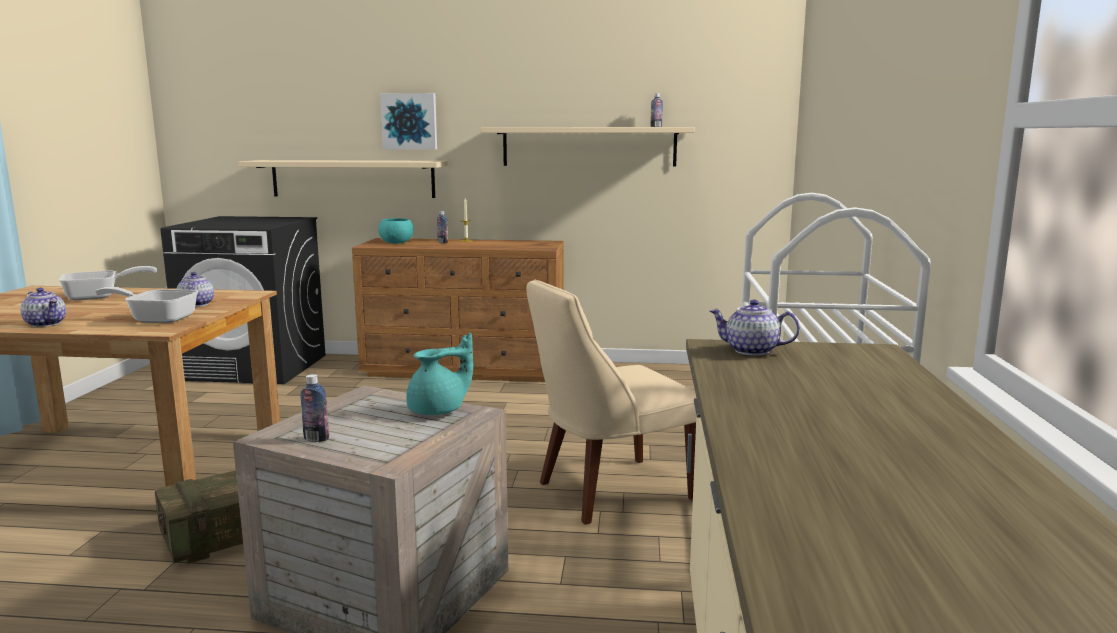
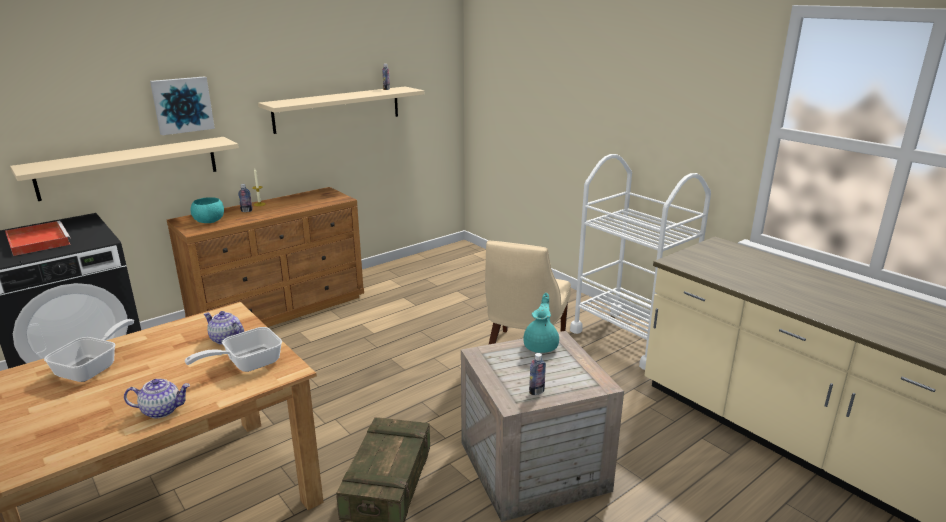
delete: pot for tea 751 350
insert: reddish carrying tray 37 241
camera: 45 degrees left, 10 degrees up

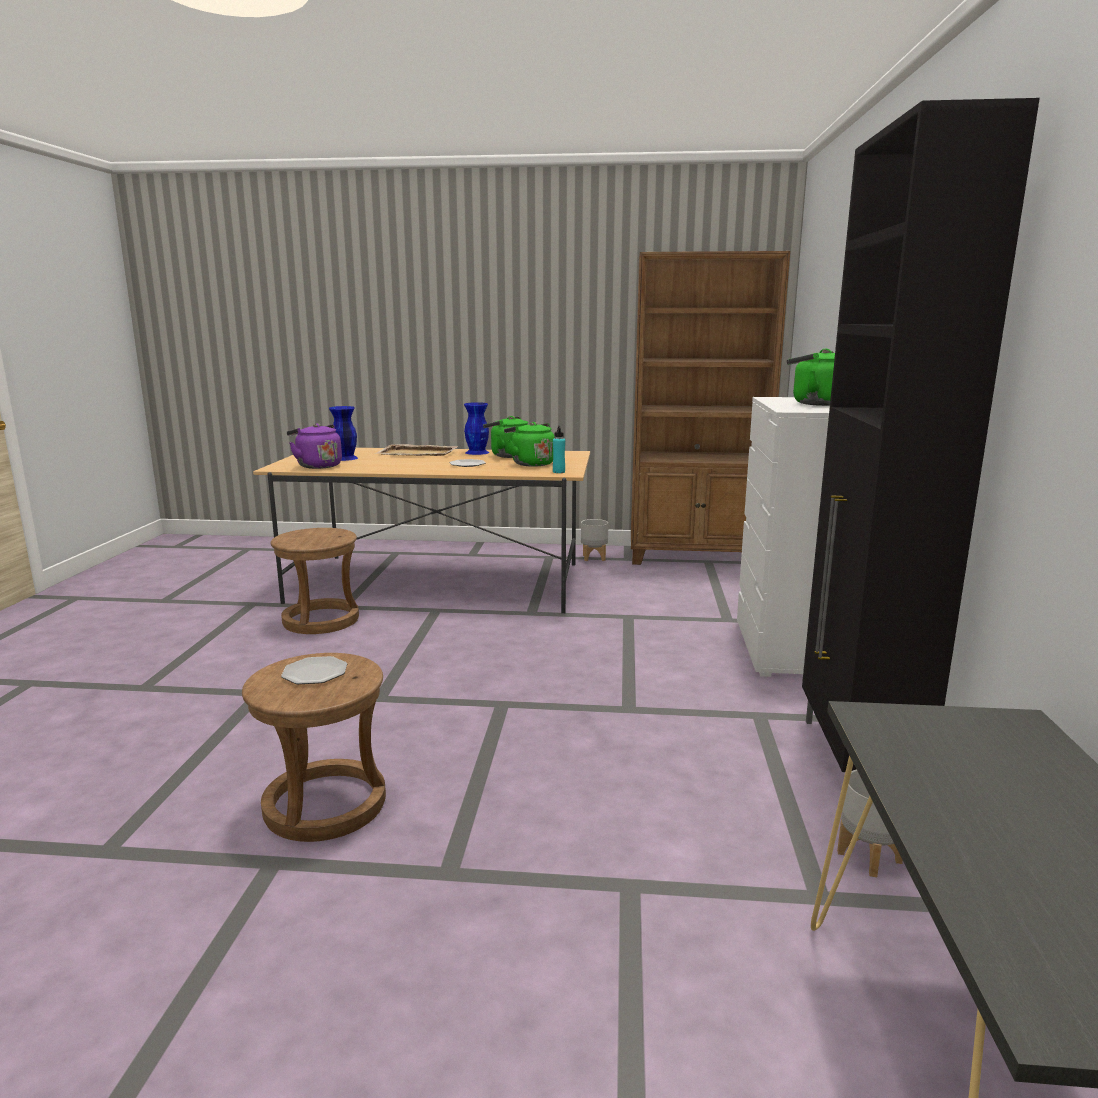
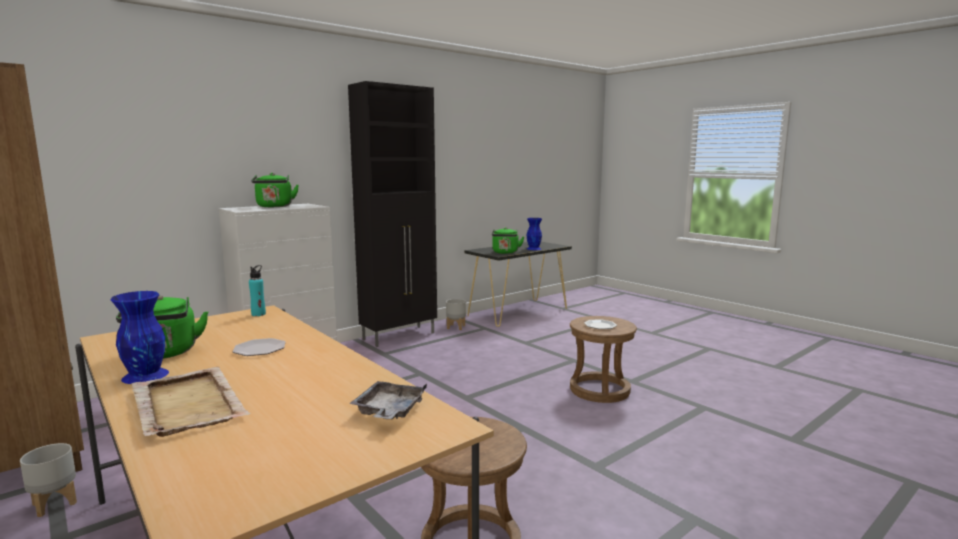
move: green-coloured kettle 531 463 to 505 253; blue vase 344 458 to 534 248
replace: purple-coloured kettle 317 466 to gray carrying tray 389 411
camera: 135 degrees left, 5 degrees down

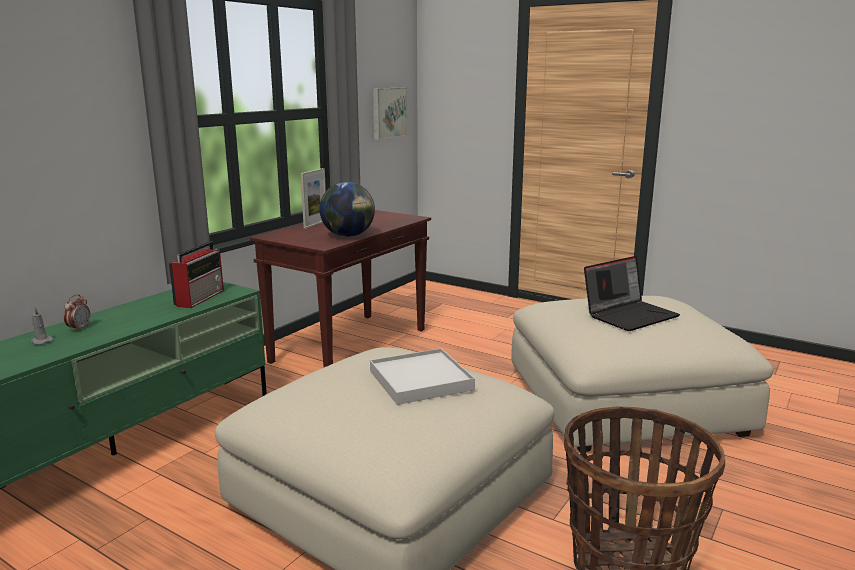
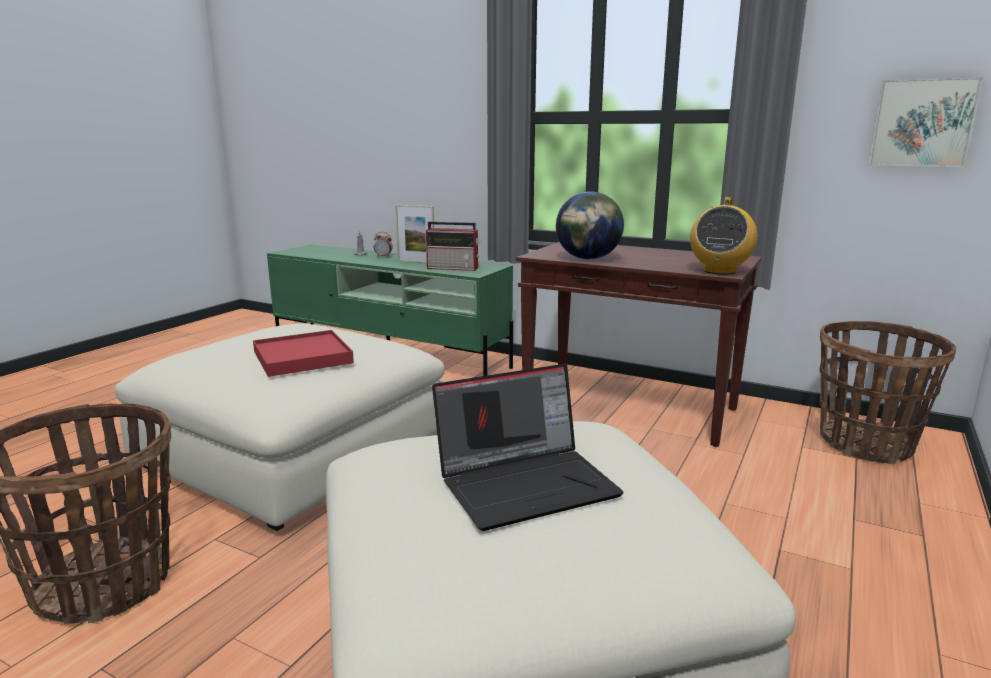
insert: radio 719 271; storage basket 866 444
move: picture frame 315 224 to 416 262
recolor: whitish carrying tray 420 380 to reddish carrying tray 303 357
rotate: laptop 630 315 = 527 483 75 degrees counterclockwise
camera: 85 degrees right, 0 degrees up

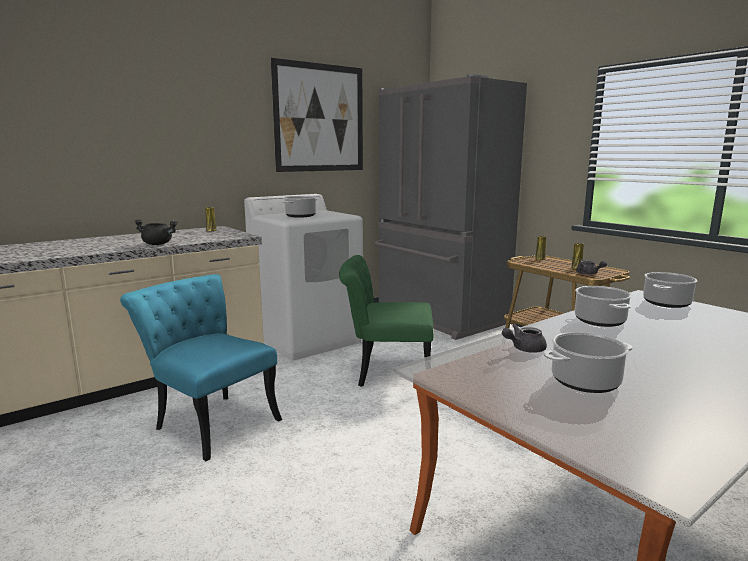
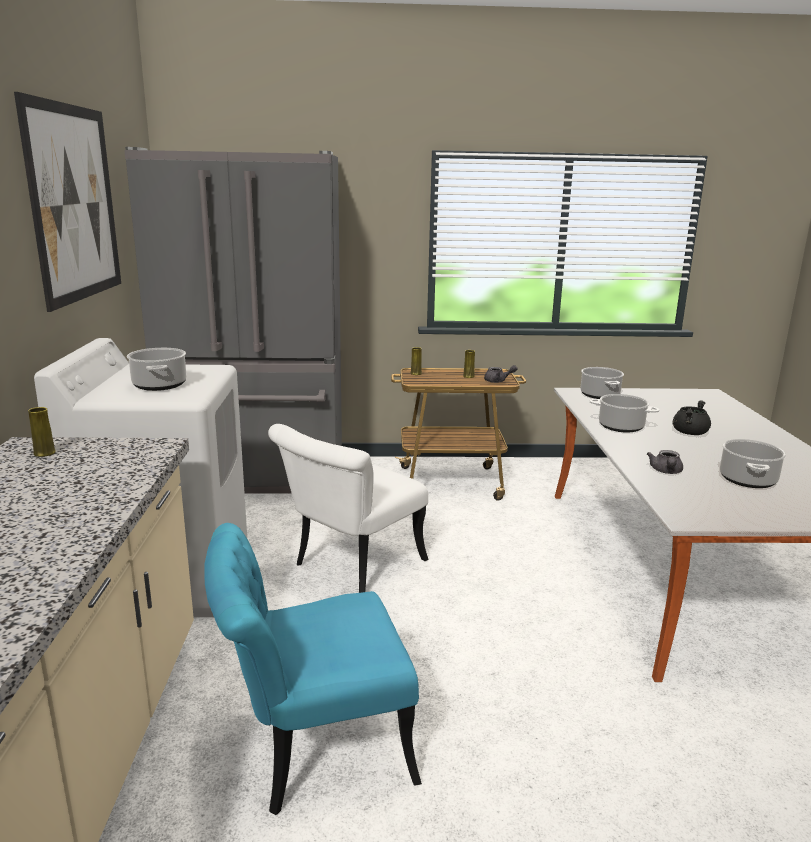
move: blackish stockpot 158 244 to 689 432
recolor: green-coloured upright chair 386 372 to whitish upright chair 351 567
camera: 55 degrees left, 5 degrees up

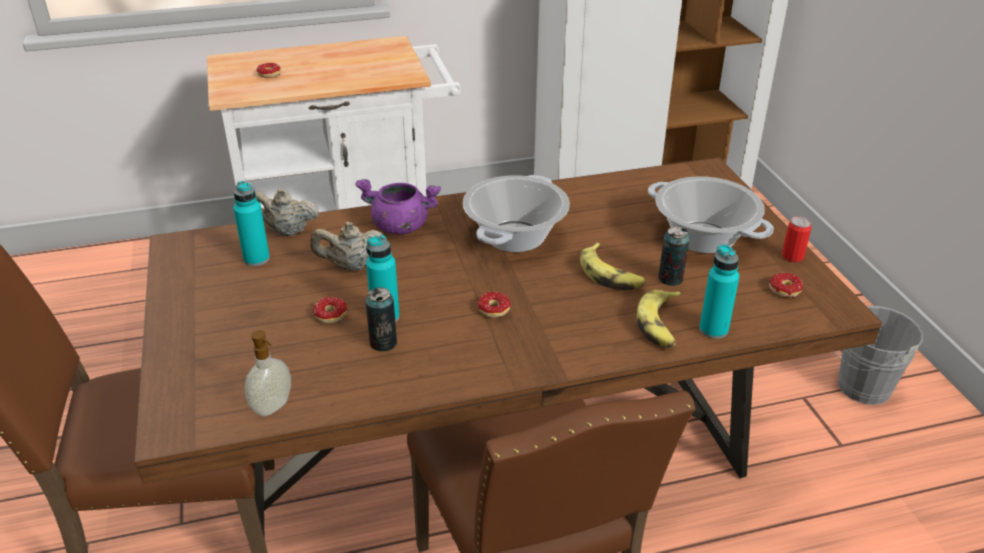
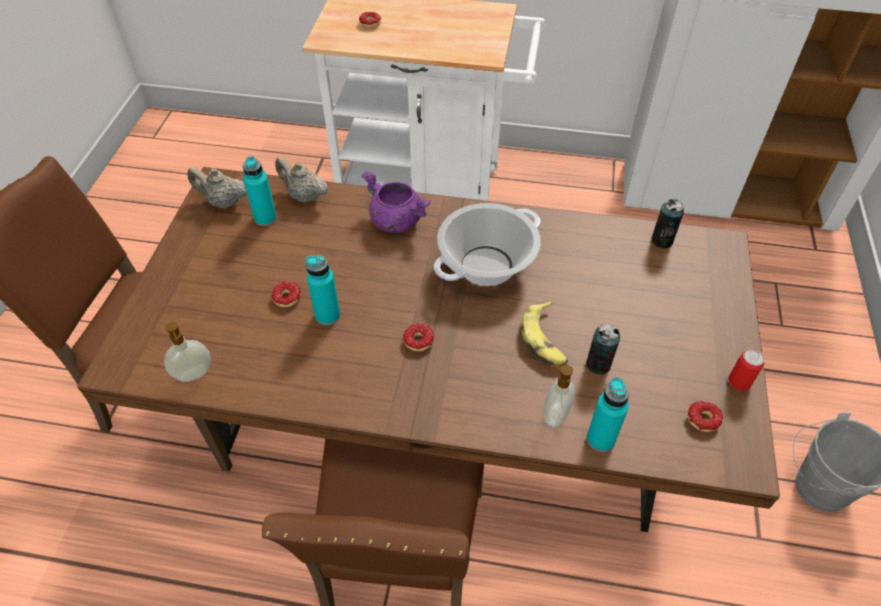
delete: stockpot 703 238
move: beige-coloured pot for tea 351 266 to 223 202; metal can 383 343 to 662 240
replace: banana fruit 660 325 to soap dispenser 554 415
camera: 25 degrees right, 15 degrees up

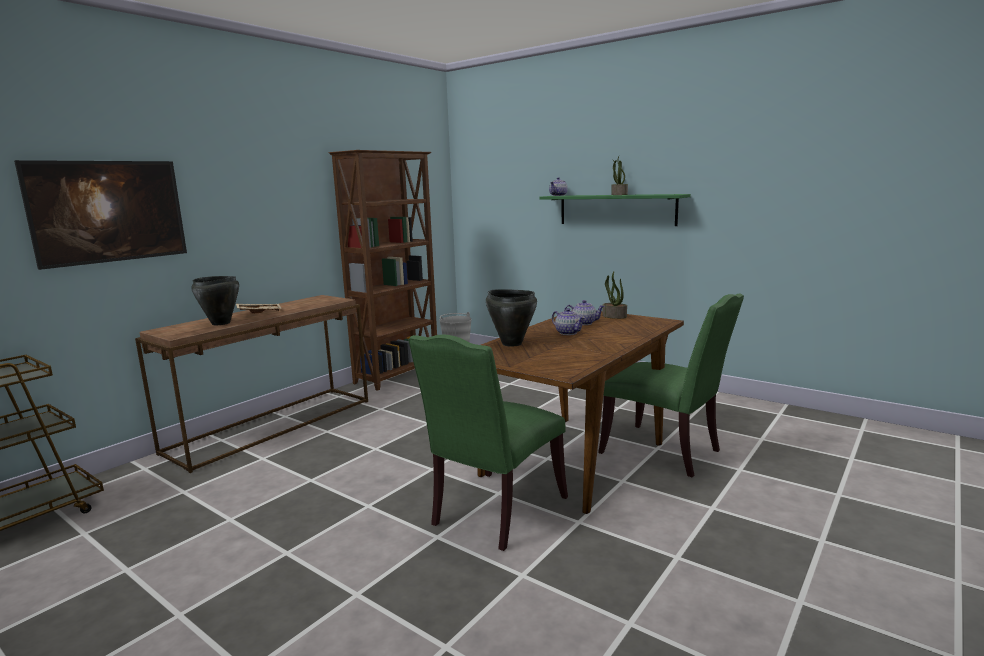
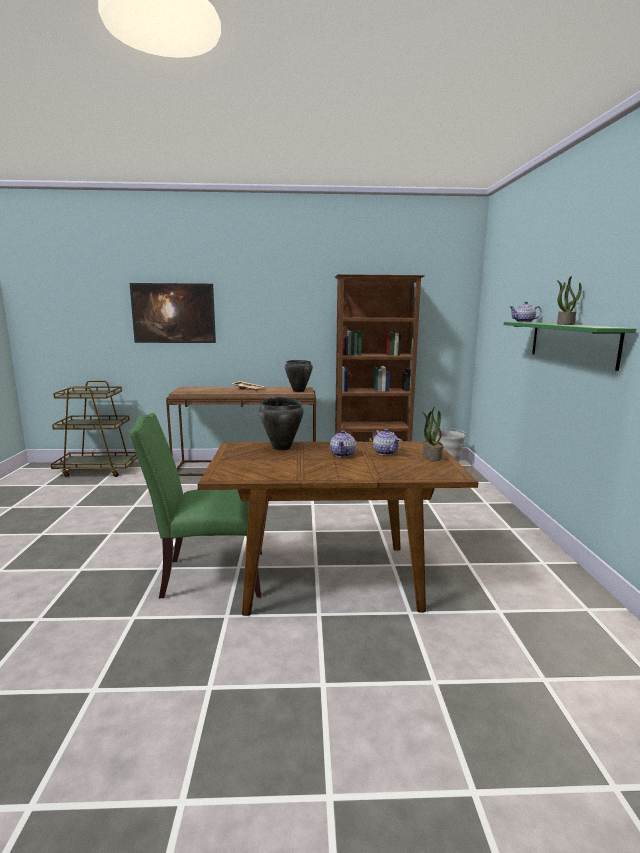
delete: green-coloured upright chair 665 452
move: blackish stockpot 221 323 to 298 391
camera: 50 degrees right, 0 degrees up

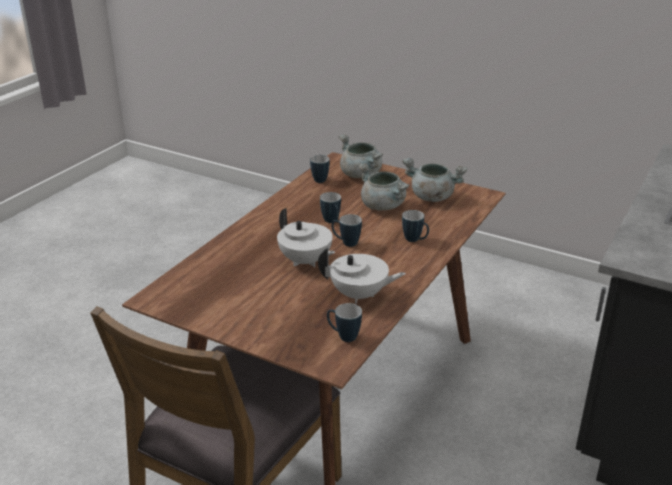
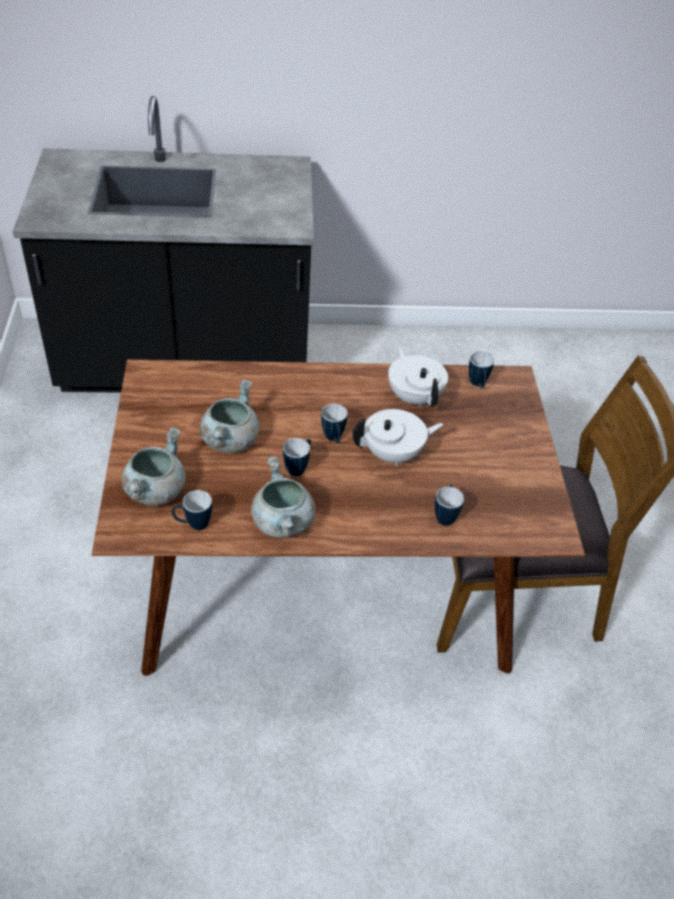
move: gray stockpot 431 197 to 283 523; tea mug 415 240 to 445 516
rotate: whitish pot for tea 305 261 = 393 454 60 degrees clockwise
camera: 125 degrees left, 15 degrees up

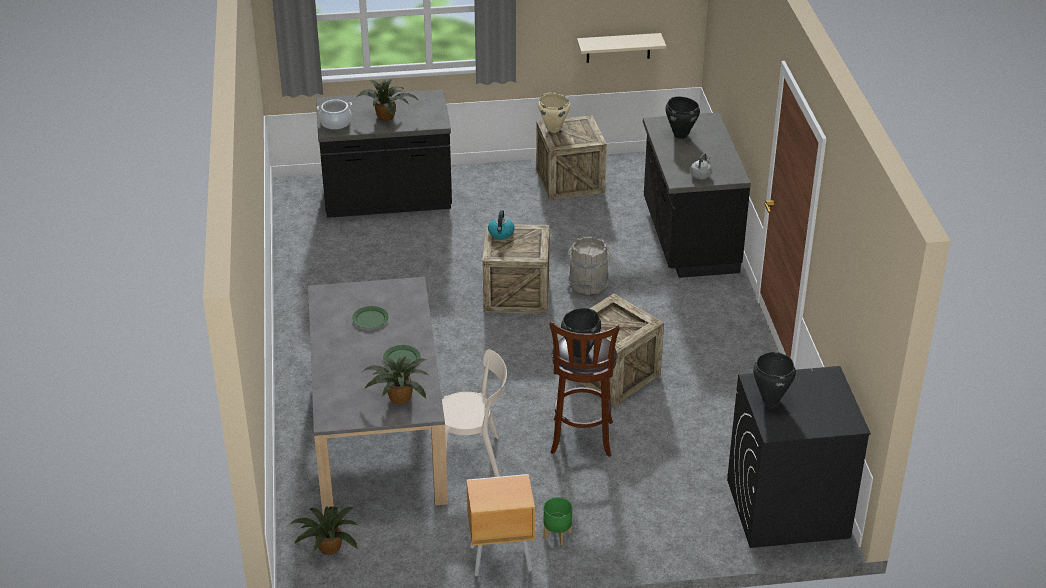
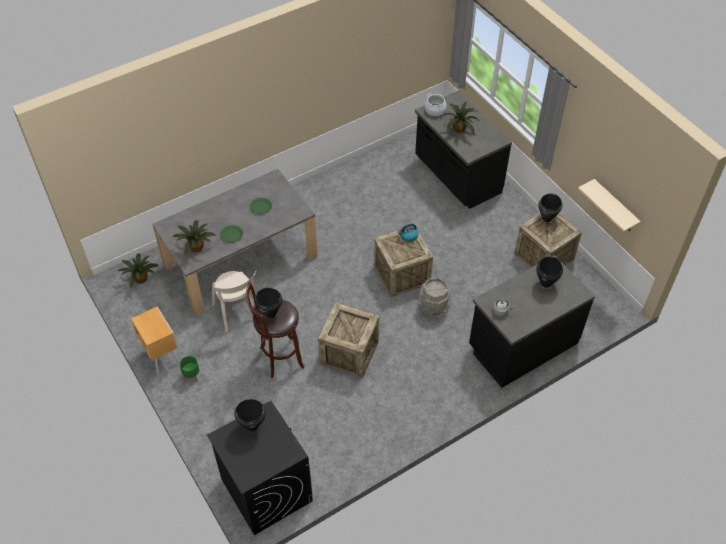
recolor: beige-coloured stockpot 553 129 to blackish stockpot 547 218
camera: 65 degrees right, 15 degrees up

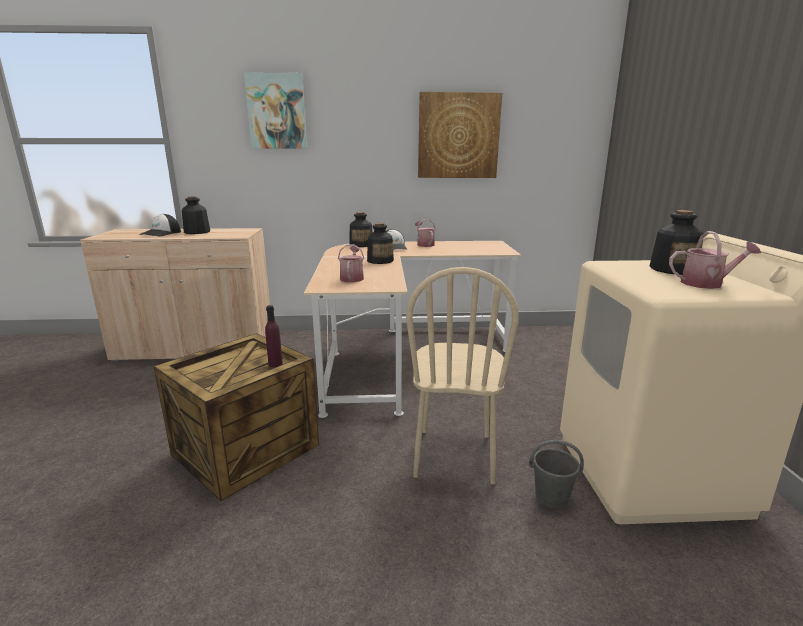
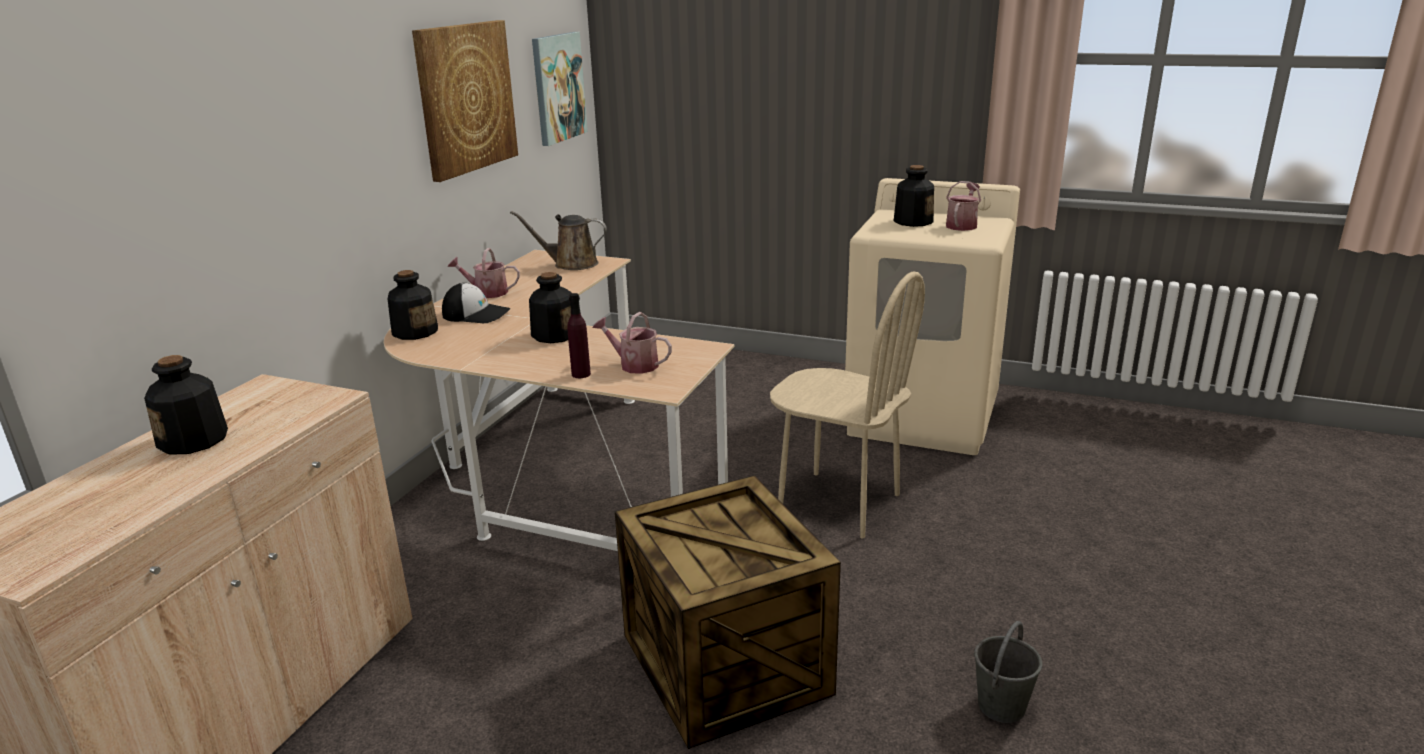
delete: peaked cap 161 233
insert: brown sprinkling can 571 264
move: wall art 277 112 to 558 87; purple-coloured drink bottle 275 364 to 581 374; gray bucket 551 497 to 1001 706
camera: 65 degrees left, 5 degrees up

